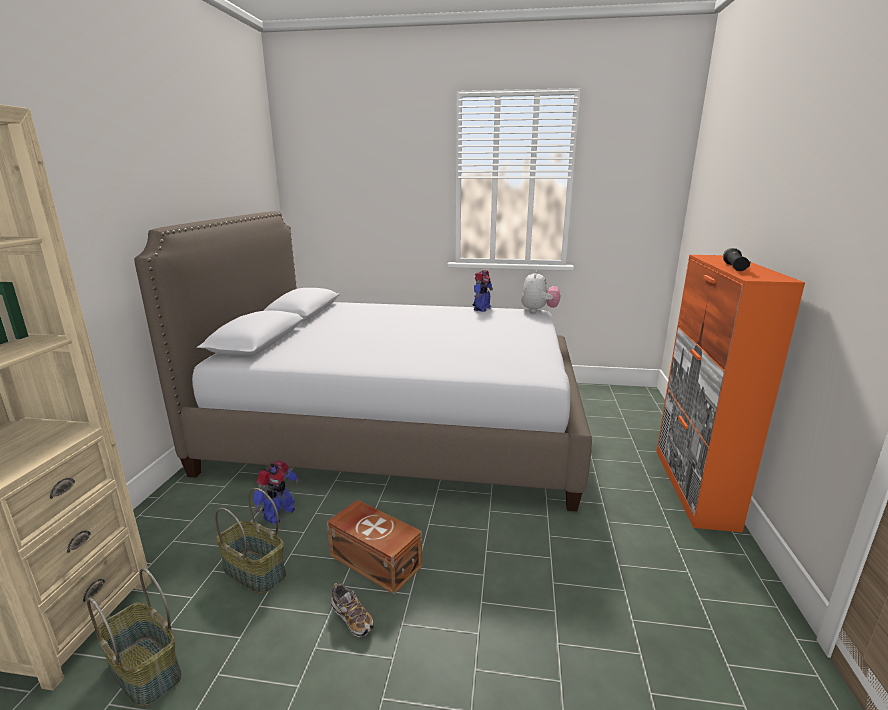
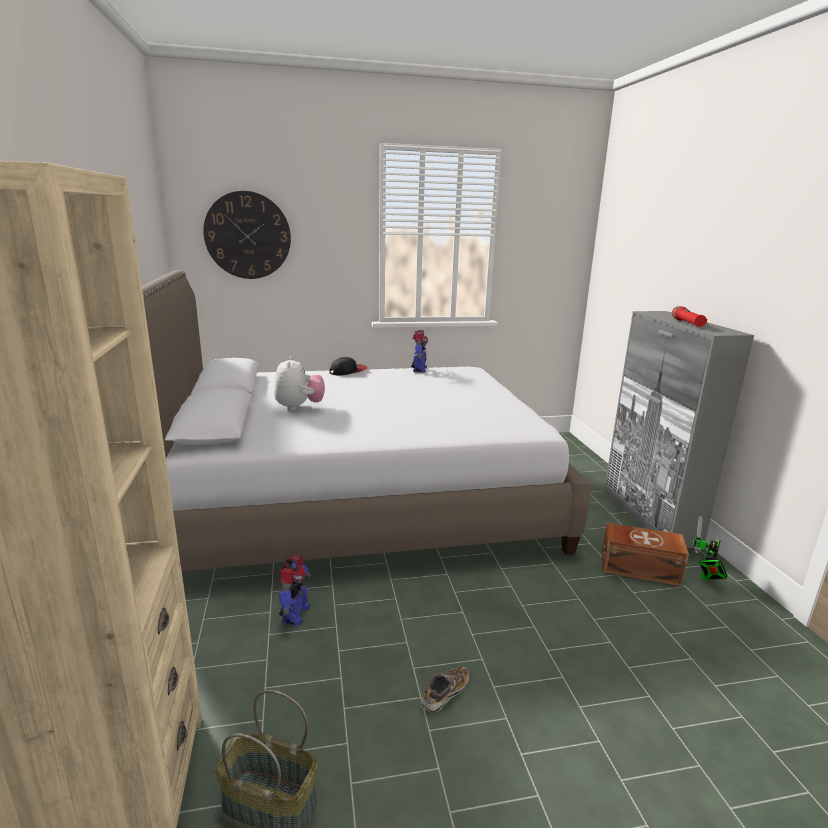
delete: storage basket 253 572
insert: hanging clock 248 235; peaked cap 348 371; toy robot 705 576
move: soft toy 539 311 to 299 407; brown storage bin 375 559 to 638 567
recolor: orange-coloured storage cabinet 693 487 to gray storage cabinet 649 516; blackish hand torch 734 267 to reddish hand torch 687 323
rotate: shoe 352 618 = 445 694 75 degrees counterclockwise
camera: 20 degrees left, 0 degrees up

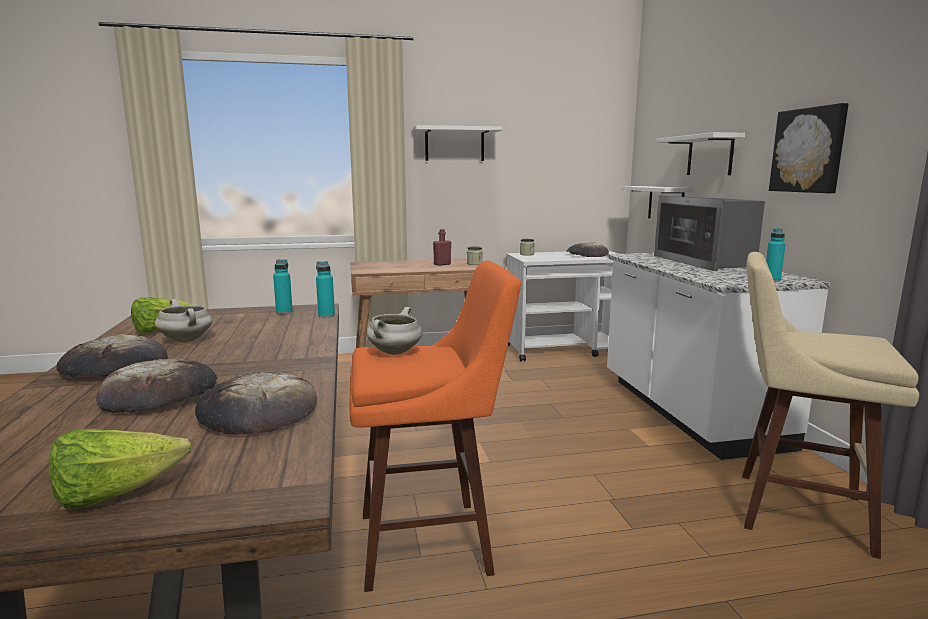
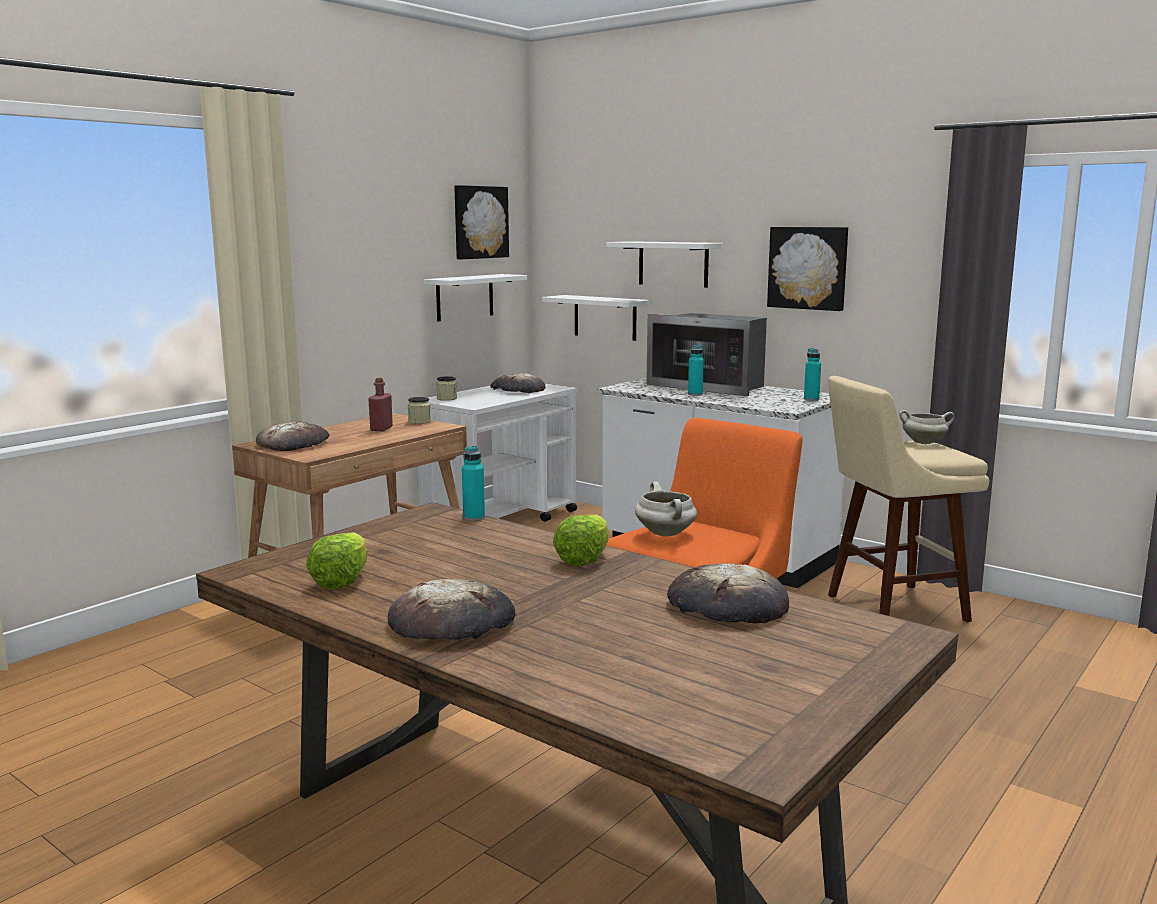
insert: wall art 479 222
move: bread 161 394 to 293 443; whitish bracket shelf 454 144 to 464 297; lettuce 116 494 to 584 559; turquoise drink bottle 284 312 to 695 394; whitish stockpot 187 340 to 924 442
camera: 40 degrees left, 0 degrees up

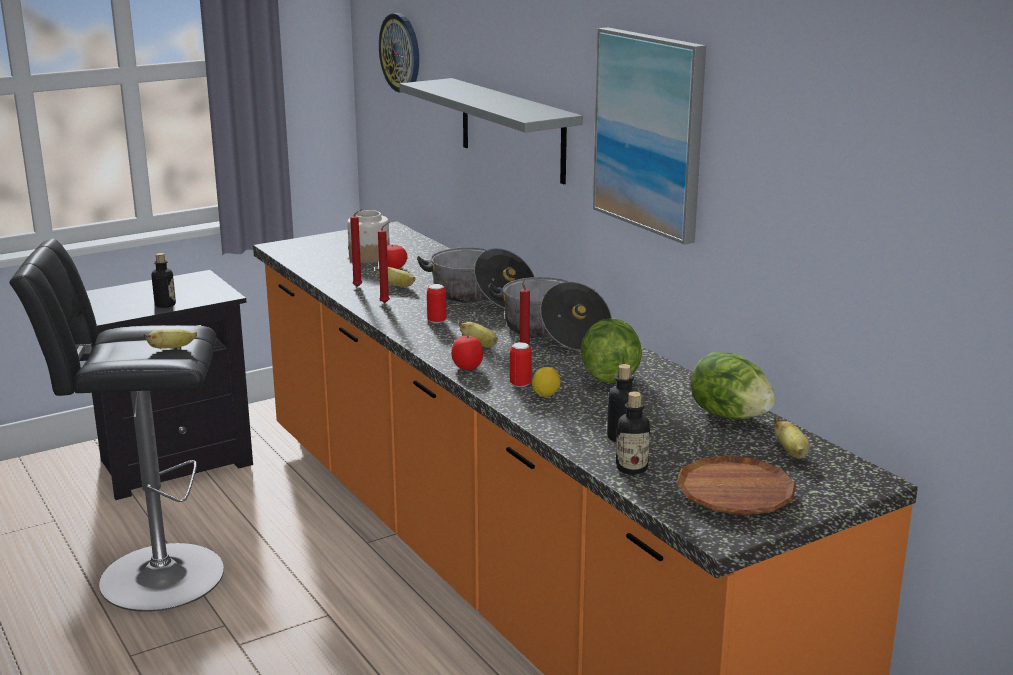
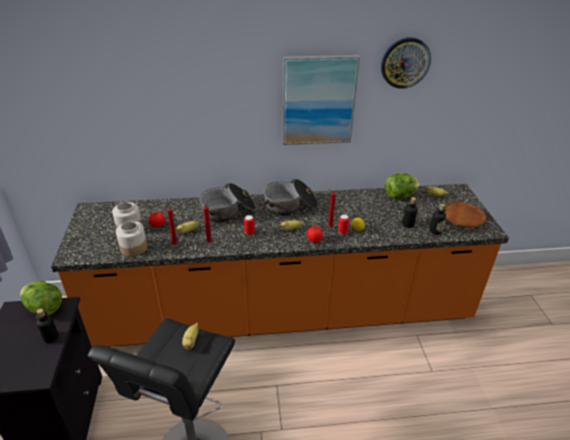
delete: gray bracket shelf 512 130
insert: jar 133 248
move: lettuce 609 376 to 44 308; hanging clock 401 52 to 405 63
camera: 65 degrees left, 15 degrees up

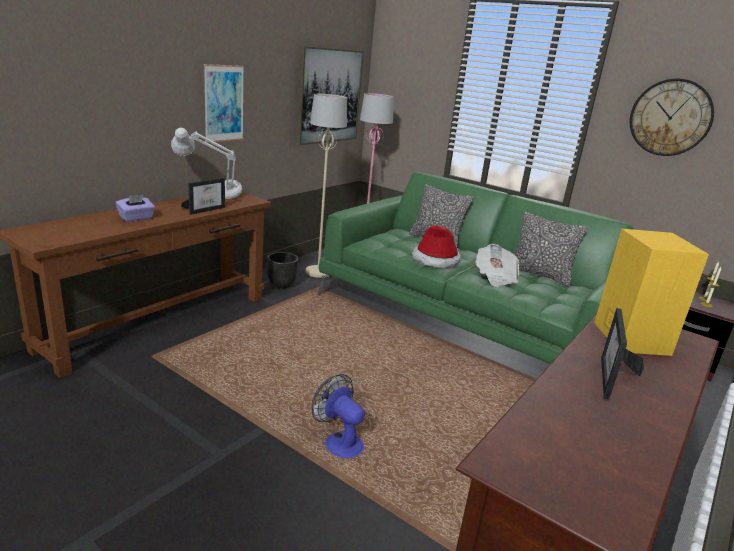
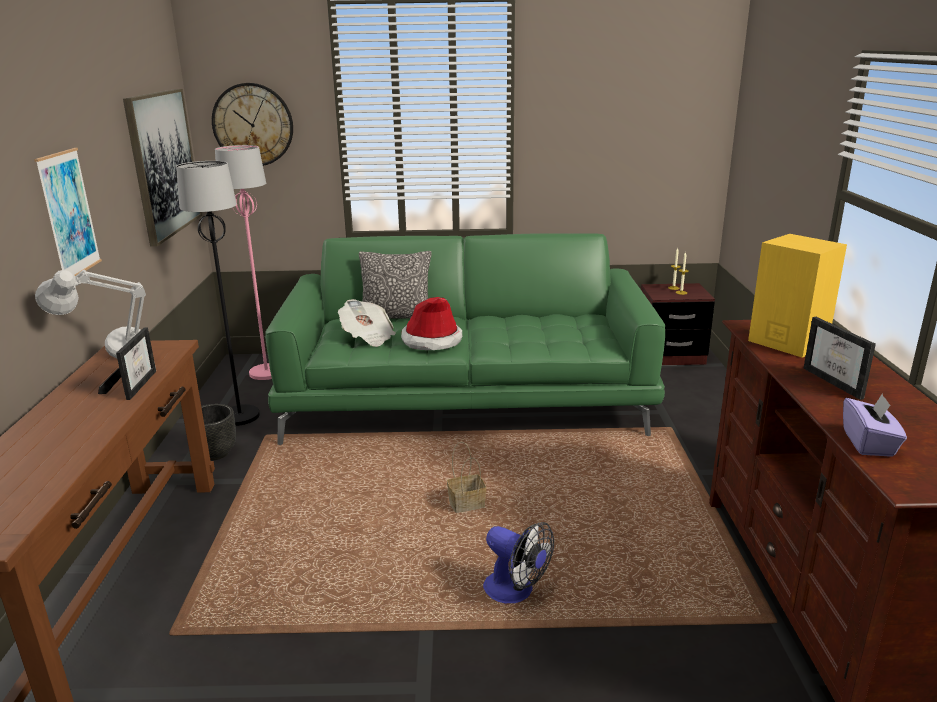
delete: throw pillow 540 275
insert: storage basket 467 504
move: hanging clock 670 117 to 253 125; printed paper 495 277 to 368 337; purple-coloured tissue holder 136 218 to 869 443
recolor: beige-coloured floor lamp 318 272 to blackish floor lamp 240 416
rotate: electric fan 339 441 = 516 592 150 degrees counterclockwise
camera: 35 degrees left, 0 degrees up

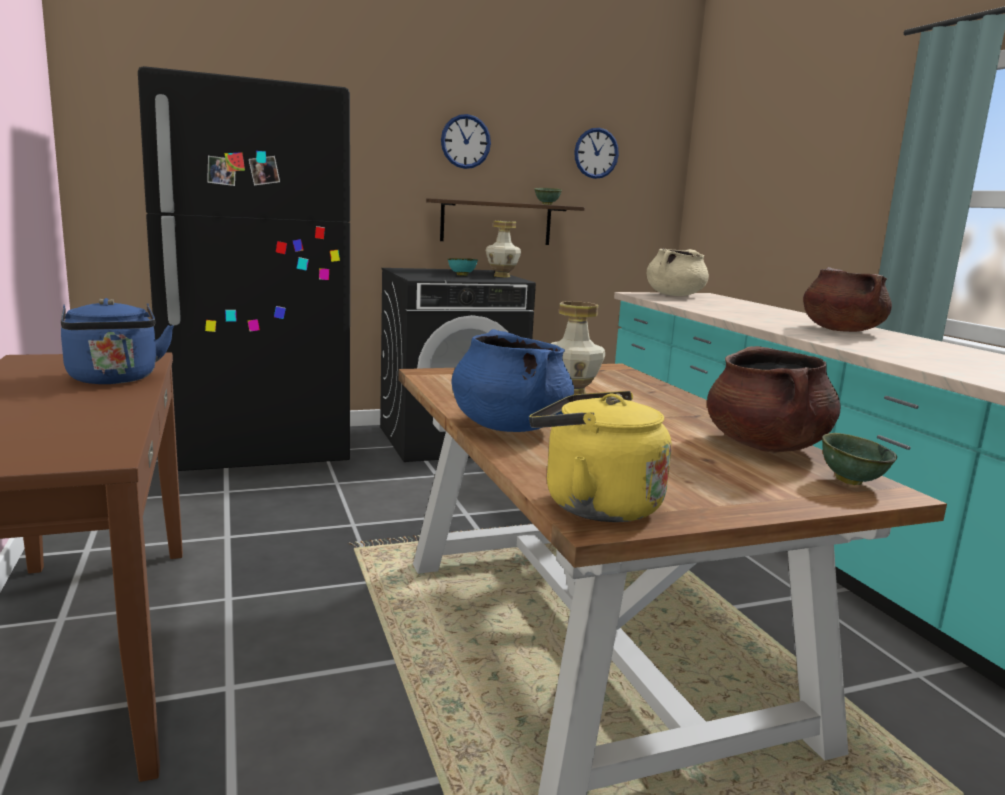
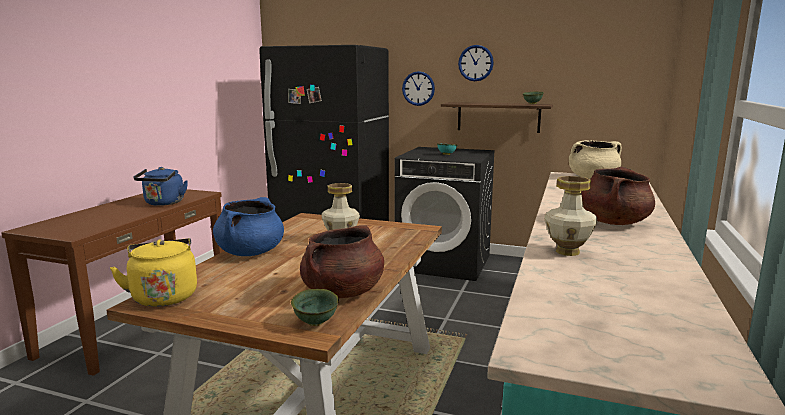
move: hanging clock 596 153 to 418 88; vase 501 276 to 567 251
camera: 40 degrees right, 0 degrees up

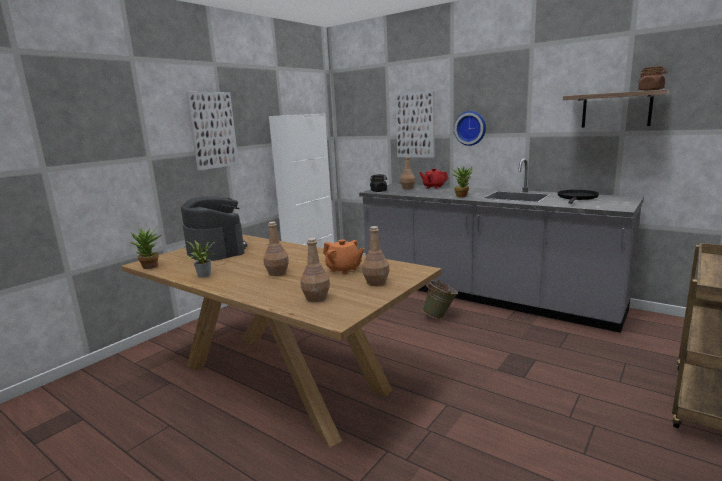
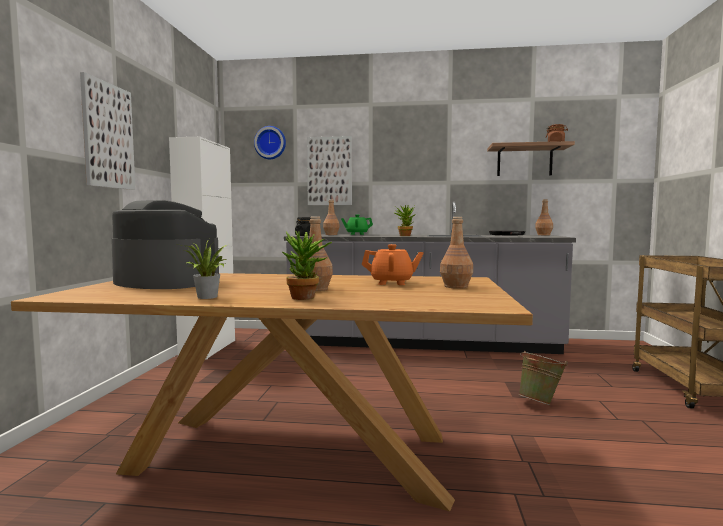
move: hanging clock 471 128 to 270 143; houseplant 150 267 to 307 298; green-coloured bucket 440 317 to 540 402; brown drink bottle 316 298 to 543 235
recolor: reddish pot for tea 433 187 to green-coloured pot for tea 357 234
camera: 30 degrees left, 10 degrees down

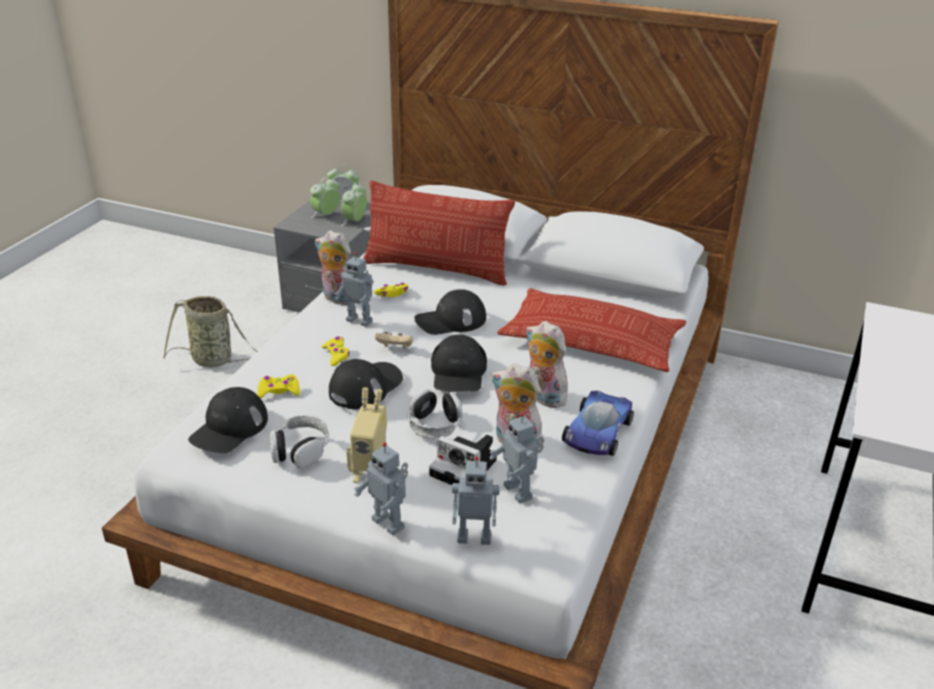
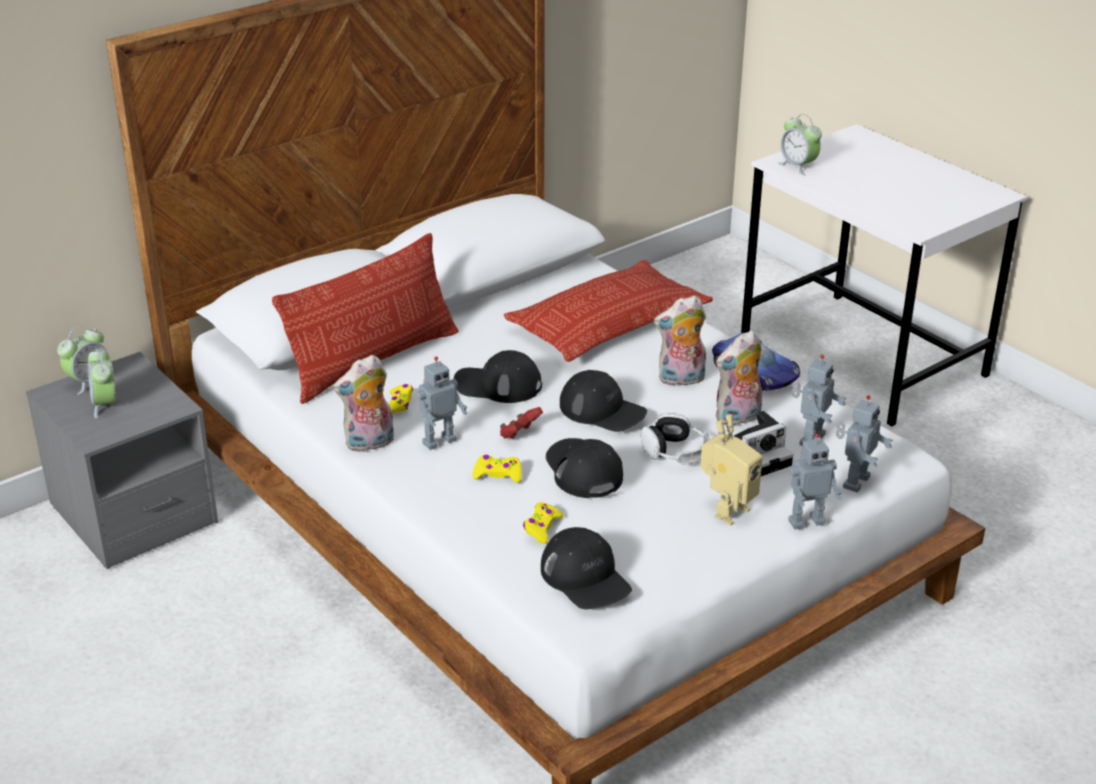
delete: storage basket 215 360; pair of headphones 300 450
move: table clock 354 222 to 798 166
recolor: beige-coloured game controller 395 348 to reddish game controller 520 434
rotate: blackish peaked cap 450 320 = 497 385 90 degrees clockwise; toy robot 519 491 = 810 439 60 degrees counterclockwise
camera: 60 degrees left, 0 degrees up

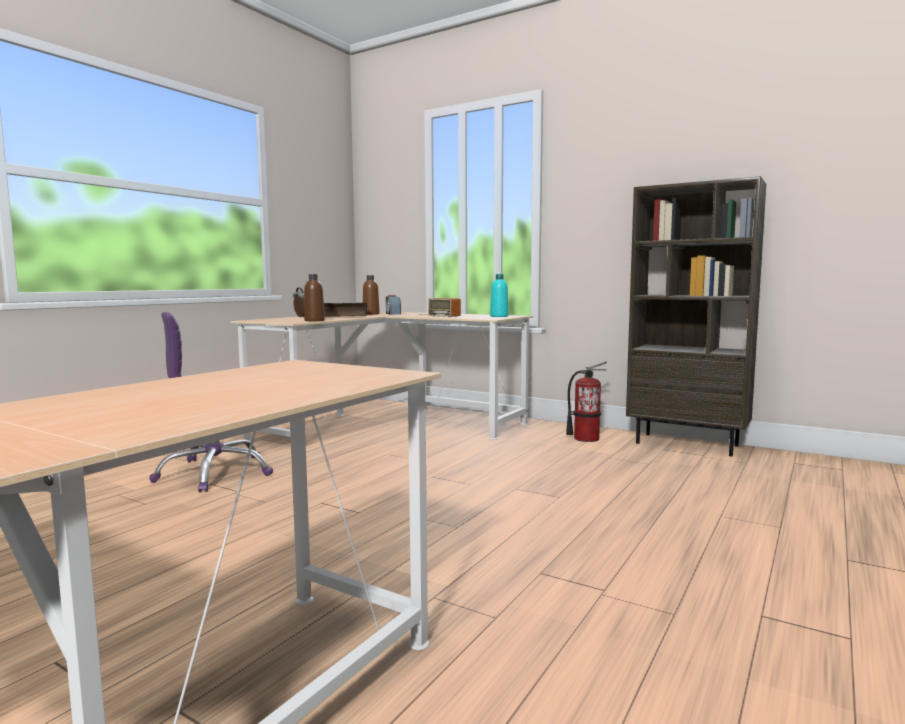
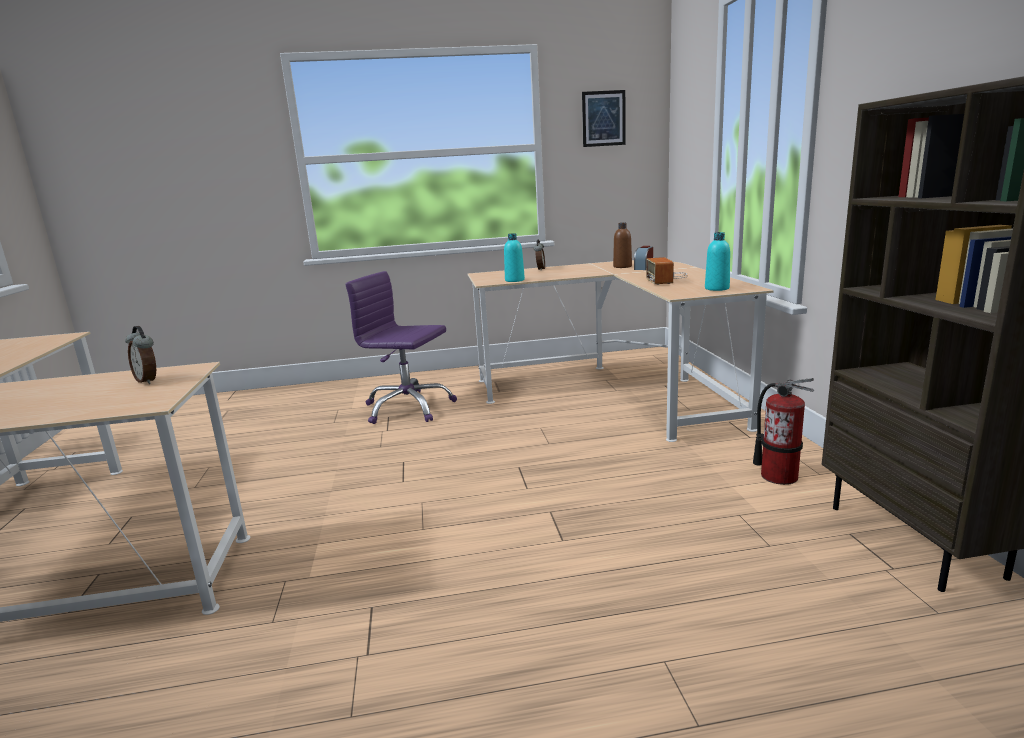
delete: volume 343 316
insert: table clock 148 380; wall art 603 118
recolor: brown drink bottle 314 320 to turquoise drink bottle 514 280
camera: 50 degrees right, 10 degrees up

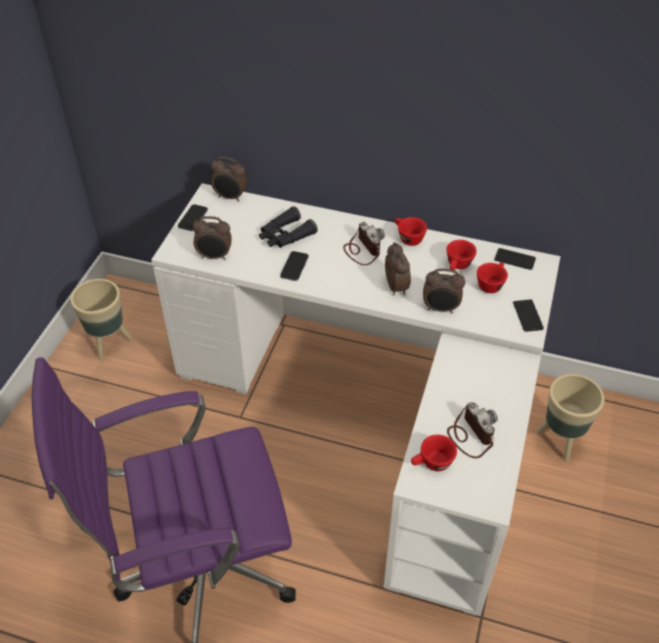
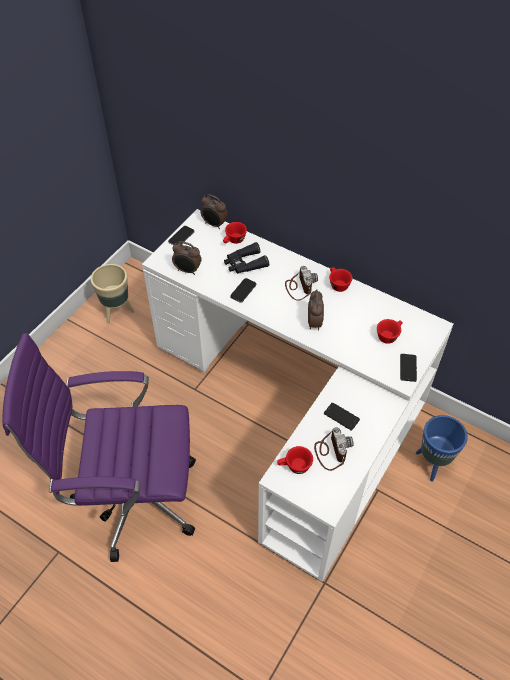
delete: table clock 440 309
move: reddish small cup 458 266 to 234 241; telephone 514 259 to 341 416
recolor: beige-coloured flower pot 560 441 to blue flower pot 432 464
camera: 15 degrees right, 5 degrees up

